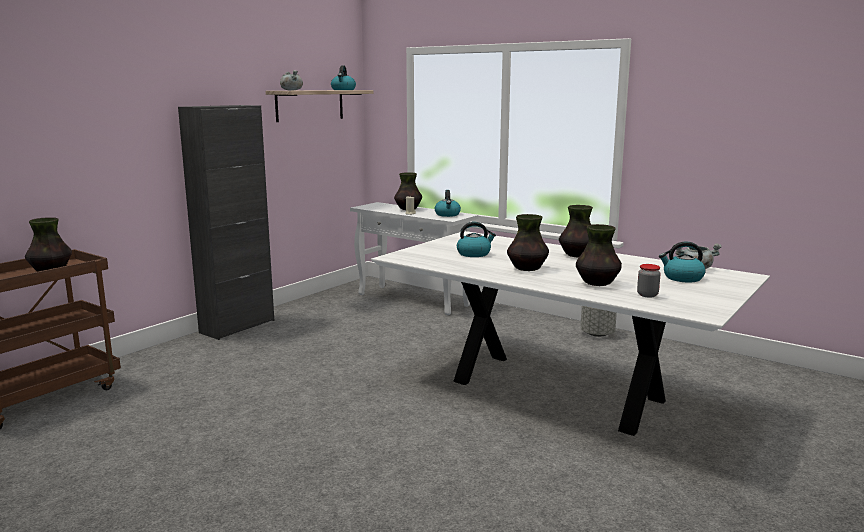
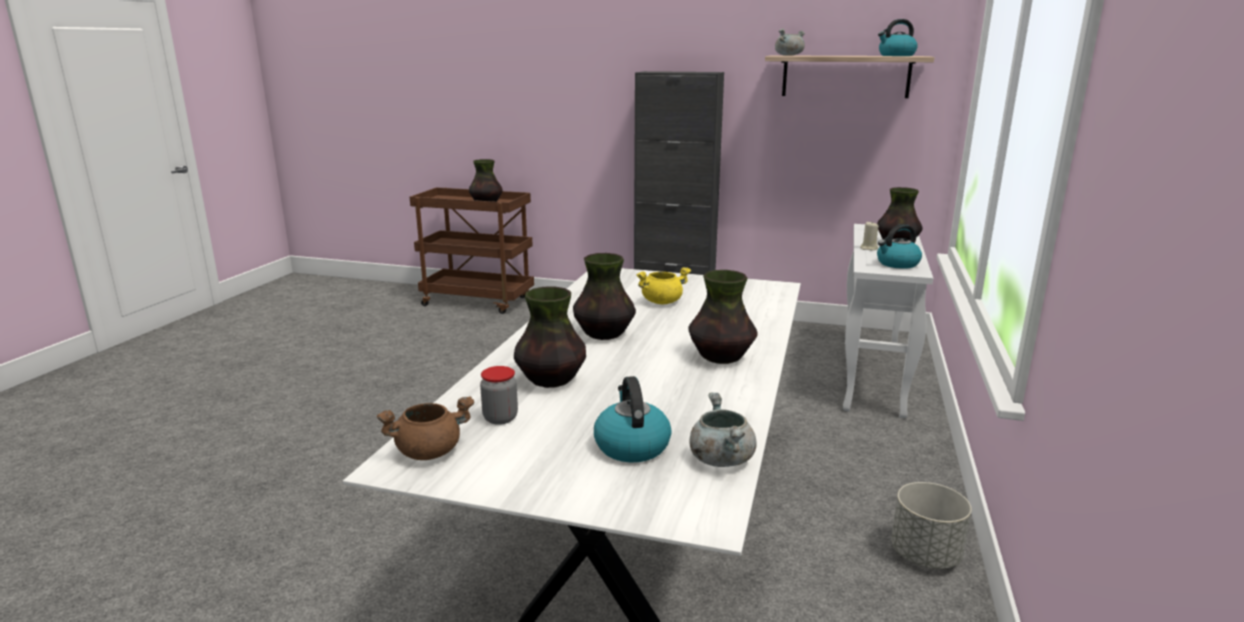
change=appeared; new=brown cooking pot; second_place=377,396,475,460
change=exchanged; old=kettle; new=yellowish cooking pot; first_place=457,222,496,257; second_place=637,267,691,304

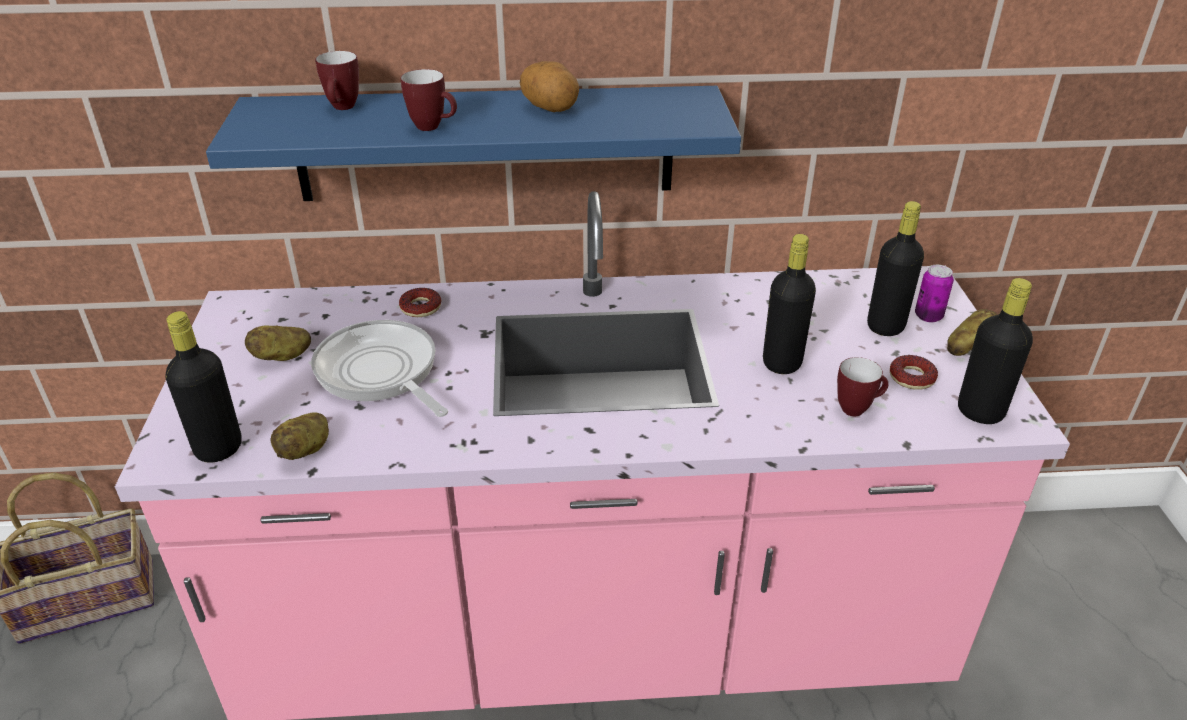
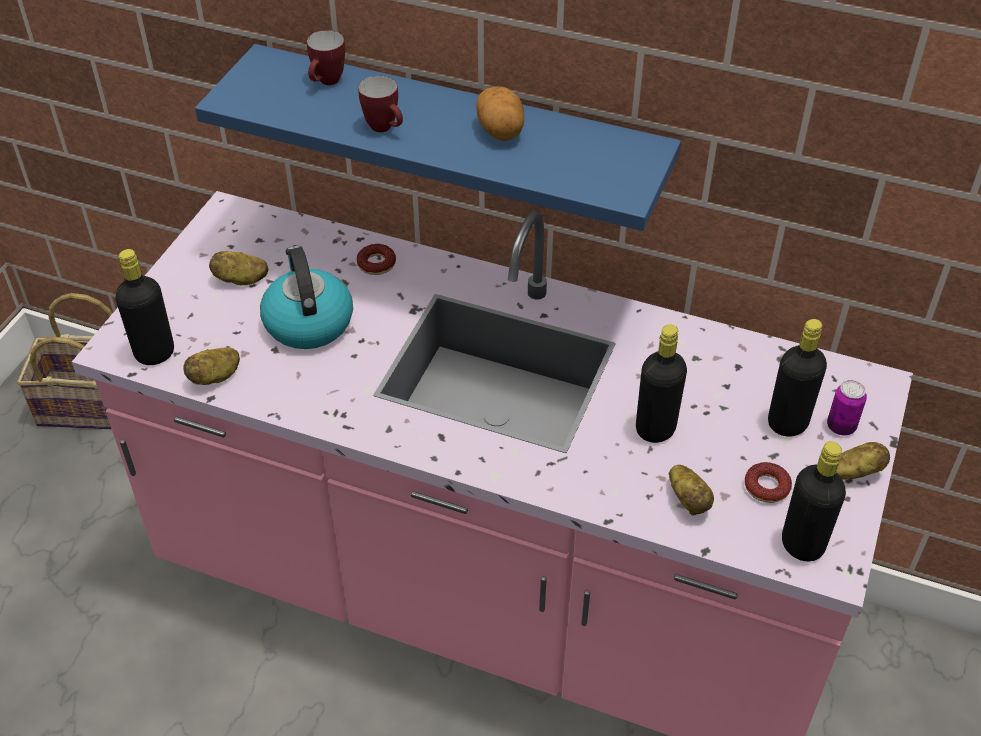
change=exchanged; old=pan; new=kettle; first_place=311,320,448,417; second_place=260,246,353,349
change=exchanged; old=tea mug; new=potato; first_place=837,357,889,416; second_place=669,465,714,516

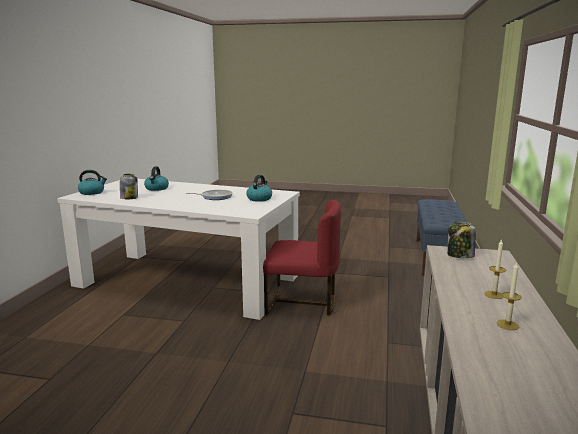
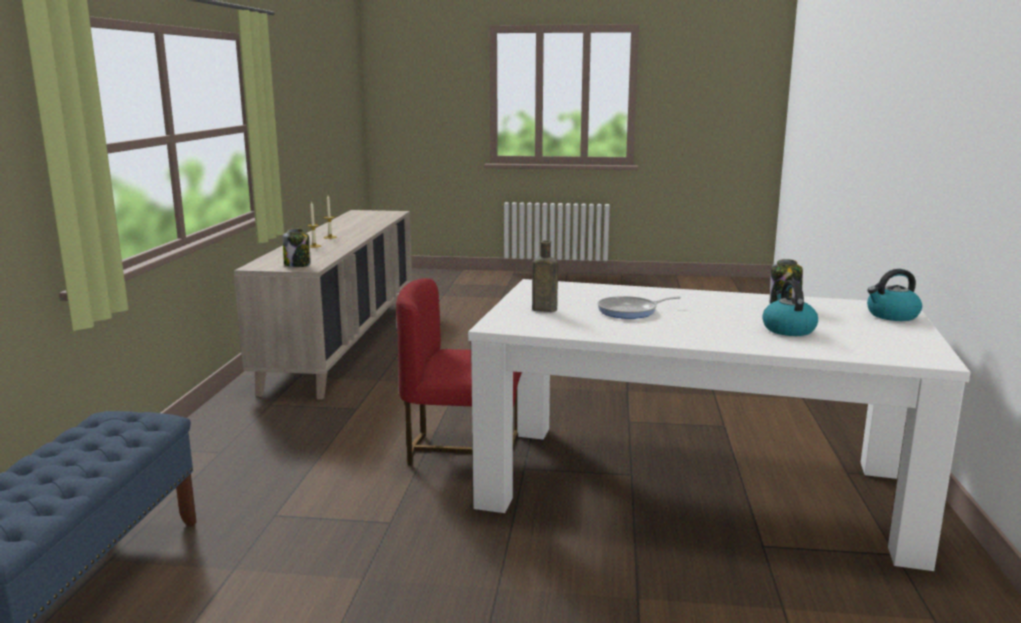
change=exchanged; old=kettle; new=brown beverage bottle; first_place=246,175,272,202; second_place=532,240,558,312

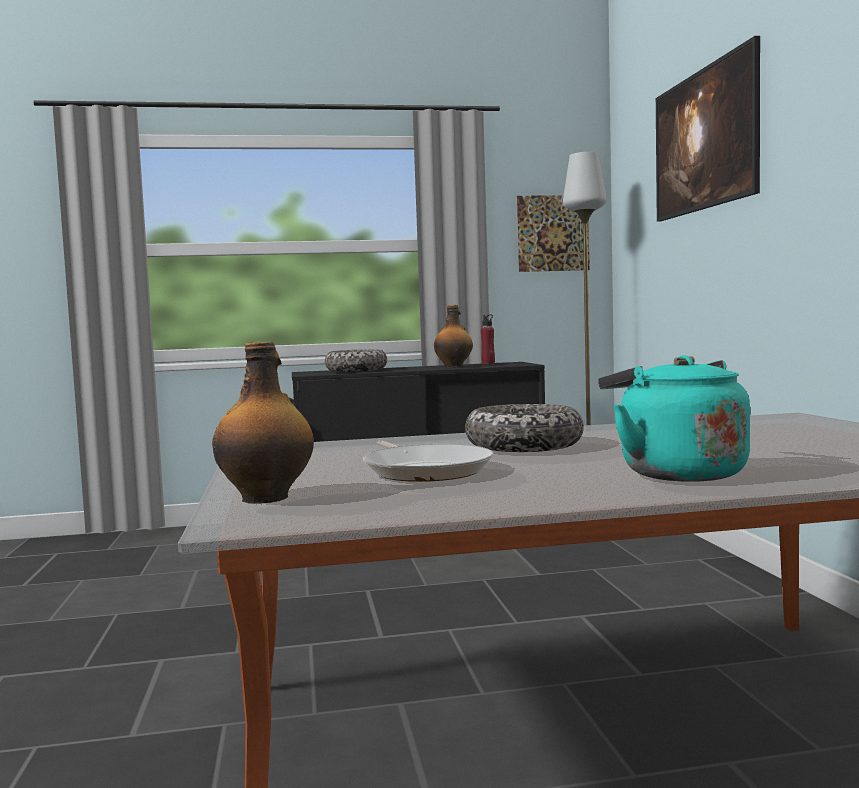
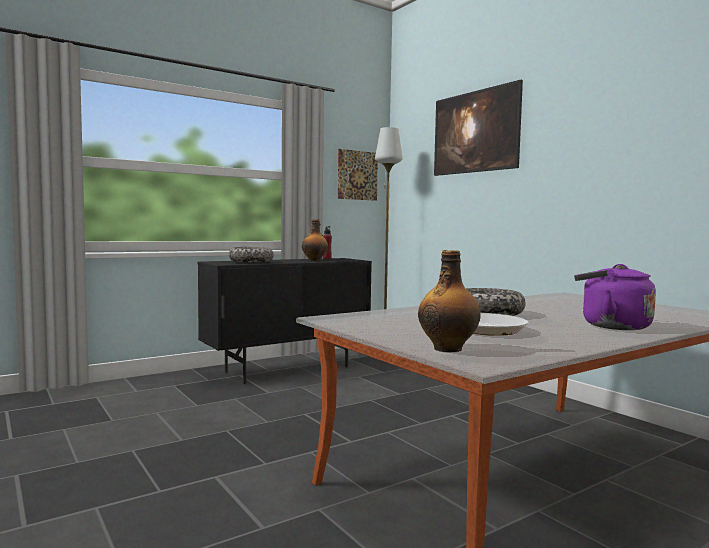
change=colour; old=turquoise kettle; new=purple kettle; first_place=598,355,750,481; second_place=574,264,656,330

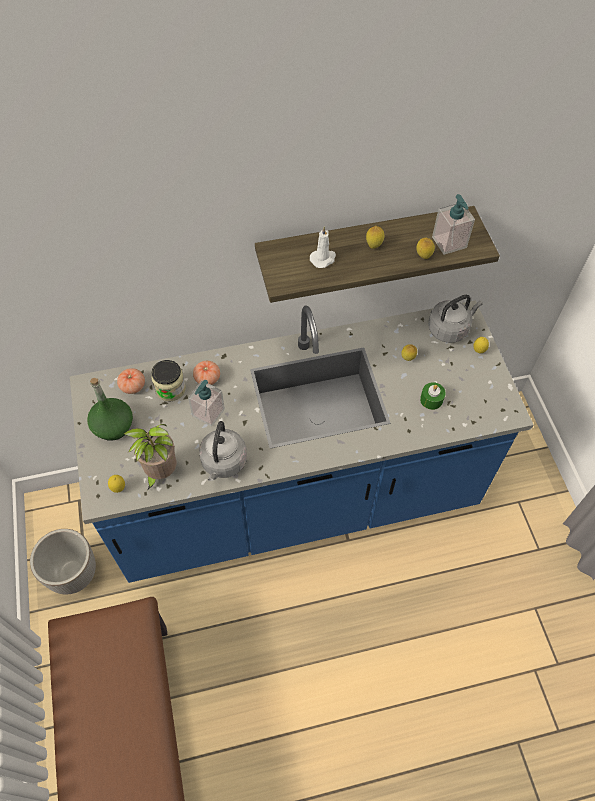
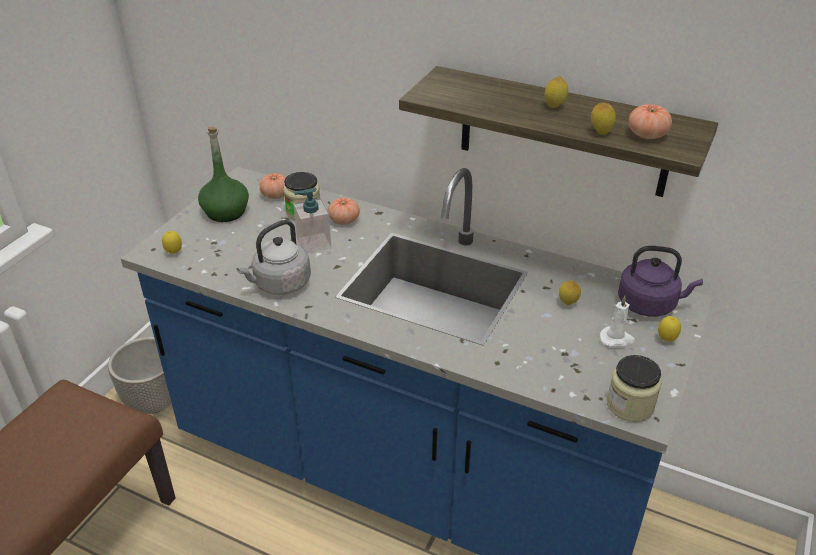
change=missing; old=plant in a pot; first_place=123,424,176,489
change=missing; old=green-coloured wax light; first_place=420,382,446,410
change=appeared; new=storage jar; second_place=607,355,662,422
change=relocated; old=whitish wax light; first_place=310,226,336,268; second_place=600,296,635,348
change=exchanged; old=soap dispenser; new=fresh tomato; first_place=432,194,475,255; second_place=629,104,672,139
change=colour; old=gray kettle; new=purple kettle; first_place=428,295,483,343; second_place=618,246,703,316

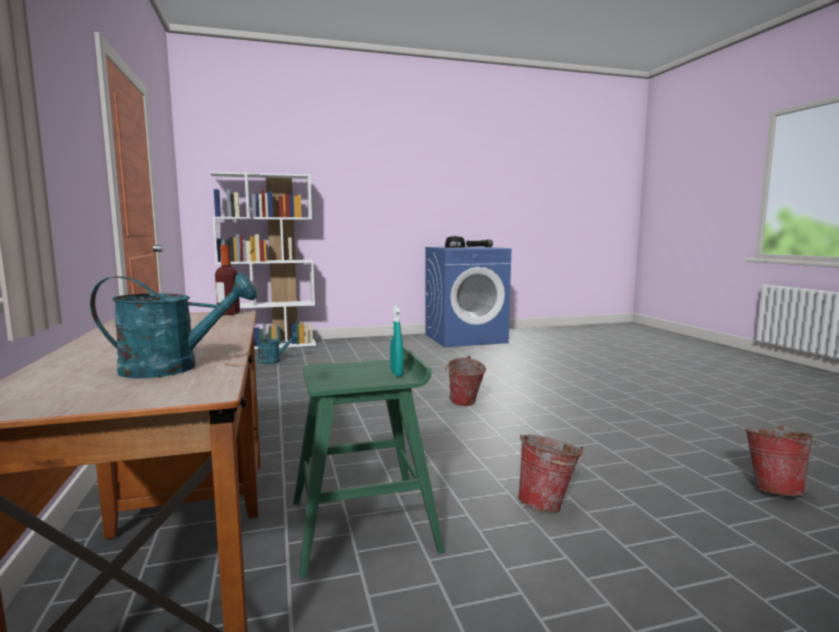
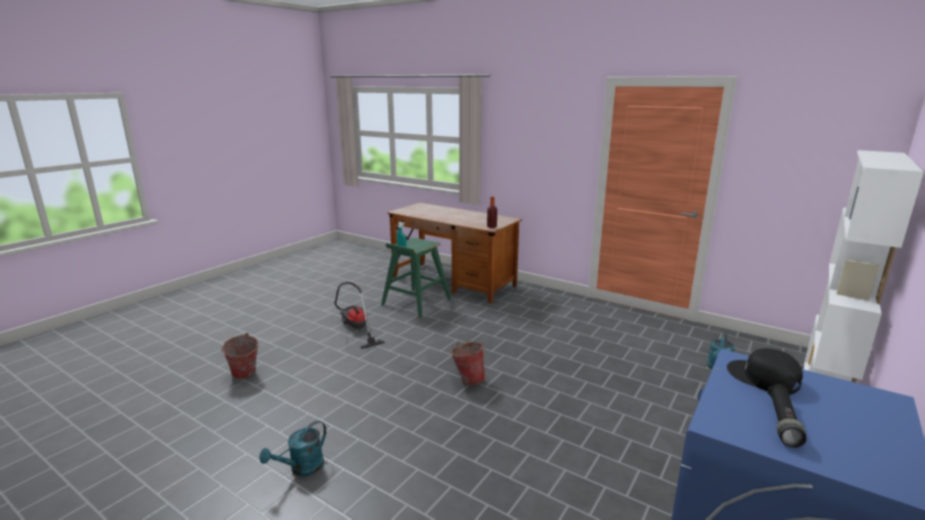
change=relocated; old=turquoise watering can; first_place=90,273,257,378; second_place=259,421,326,476
change=exchanged; old=pail; new=hoover; first_place=518,435,585,512; second_place=335,282,385,349

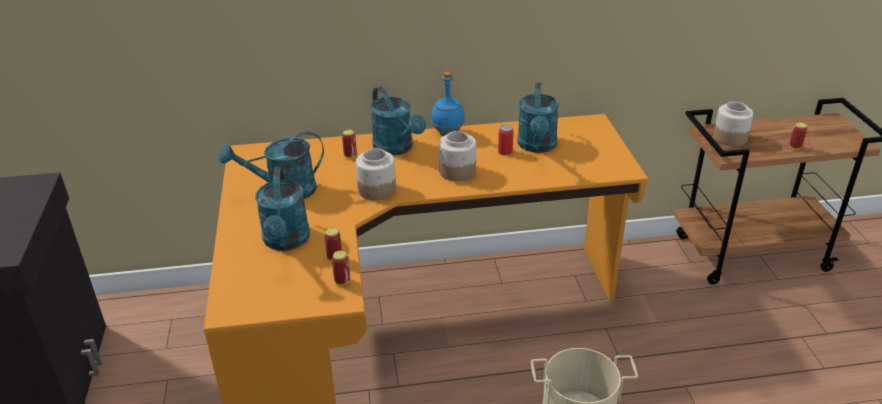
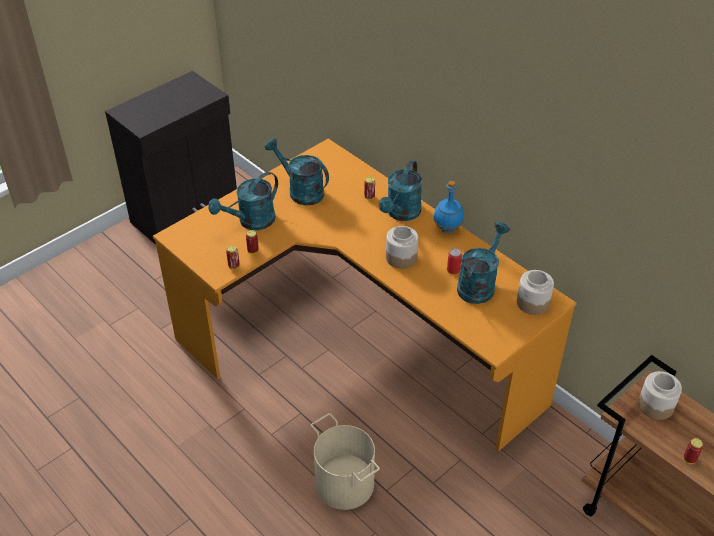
change=relocated; old=storage jar; first_place=356,149,396,200; second_place=517,270,554,315
change=spun; old=turquoise watering can; first_place=517,82,559,153; second_place=457,222,510,304; degrees=150

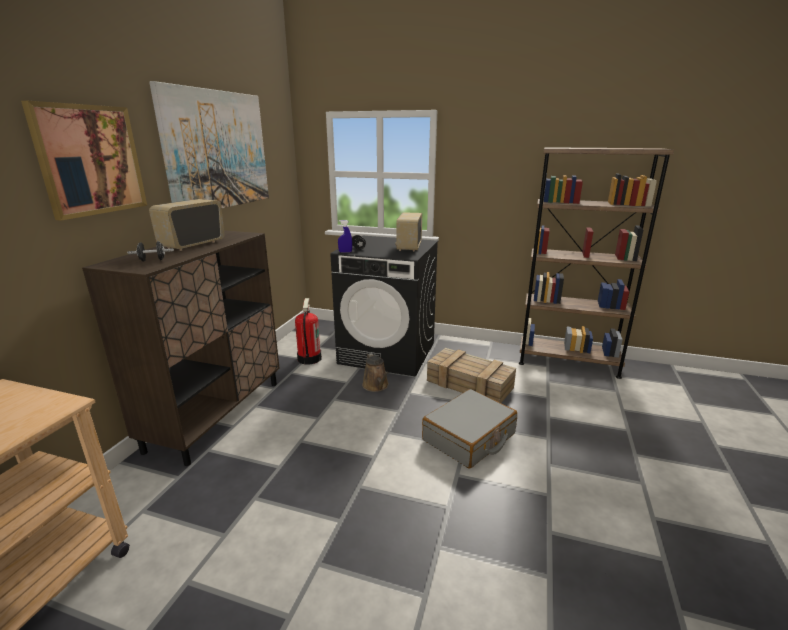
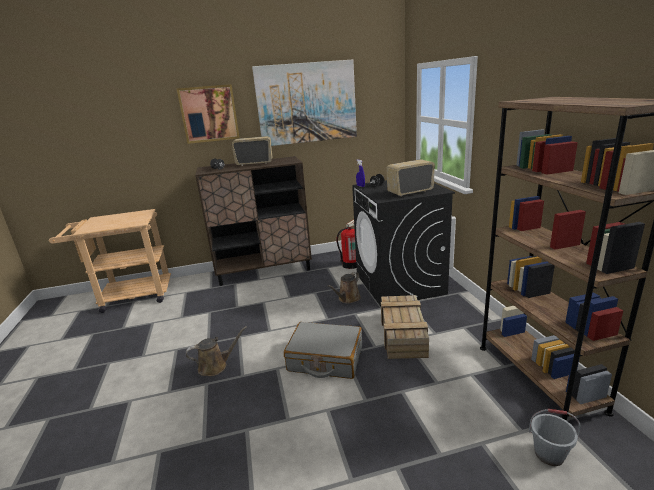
change=appeared; new=brown watering can; second_place=186,326,247,376
change=appeared; new=gray pail; second_place=529,409,581,466

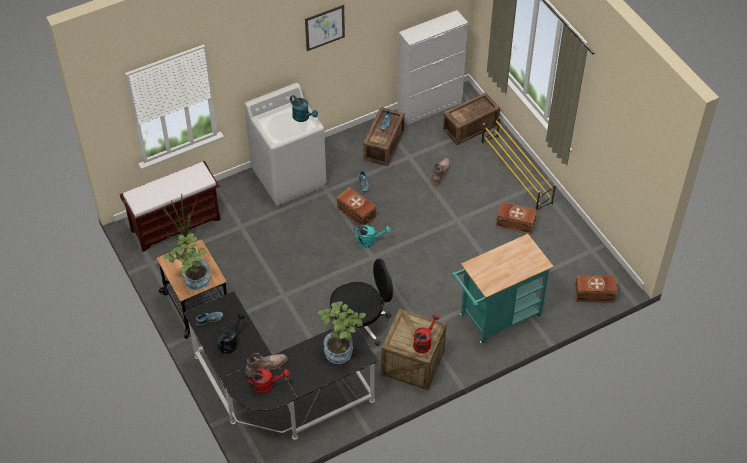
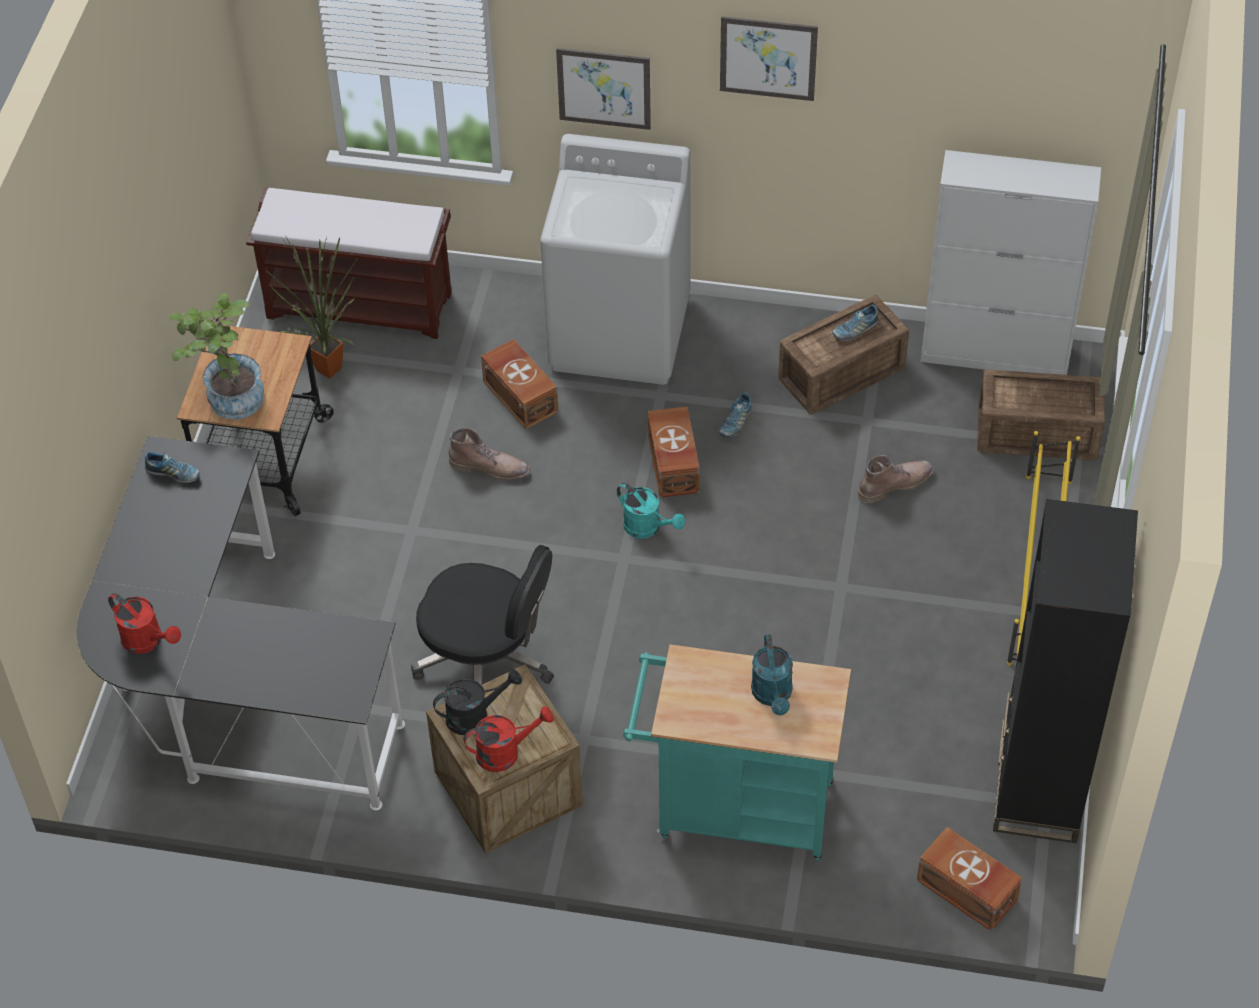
change=missing; old=plant in a pot; first_place=318,301,366,364
change=appeared; new=wall art; second_place=556,48,651,130
change=appeared; new=black bookshelf; second_place=993,499,1138,843
change=relocated; old=black watering can; first_place=217,313,245,354; second_place=433,669,522,735
change=relocated; old=brown high-top boot; first_place=246,353,287,377; second_place=449,428,530,481
change=relocated; old=turquoise watering can; first_place=290,95,318,122; second_place=751,634,793,715
change=relocated; old=brown storage box; first_place=496,202,537,235; second_place=481,339,559,430

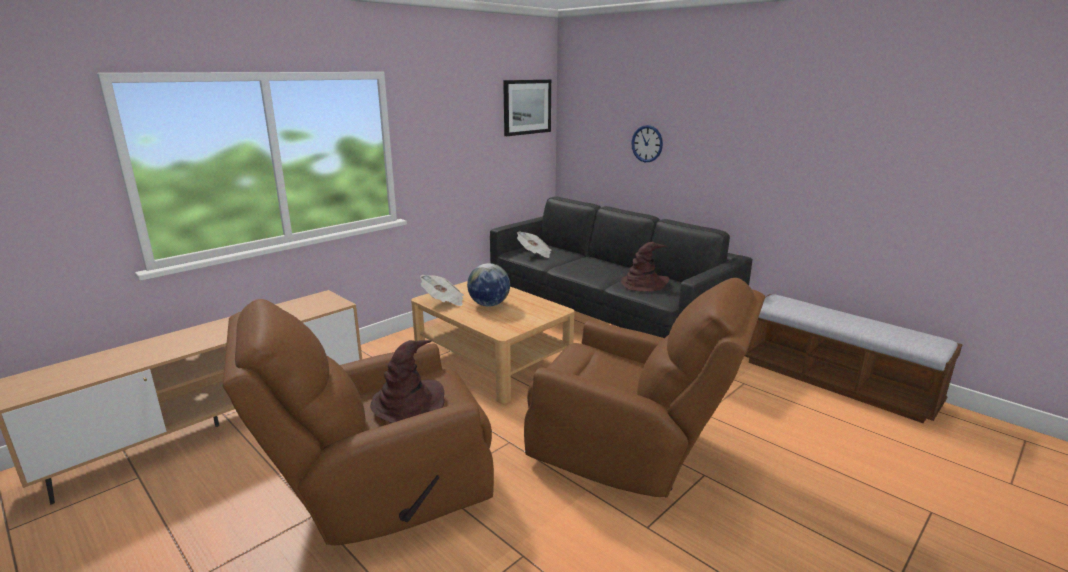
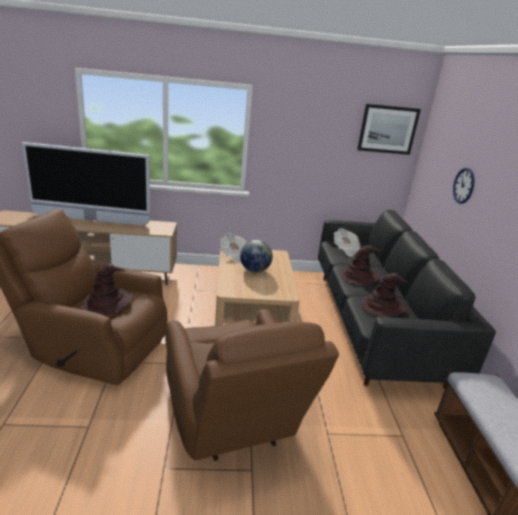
change=appeared; new=TV set; second_place=22,142,150,226
change=appeared; new=brown clothing hat; second_place=341,245,382,286

